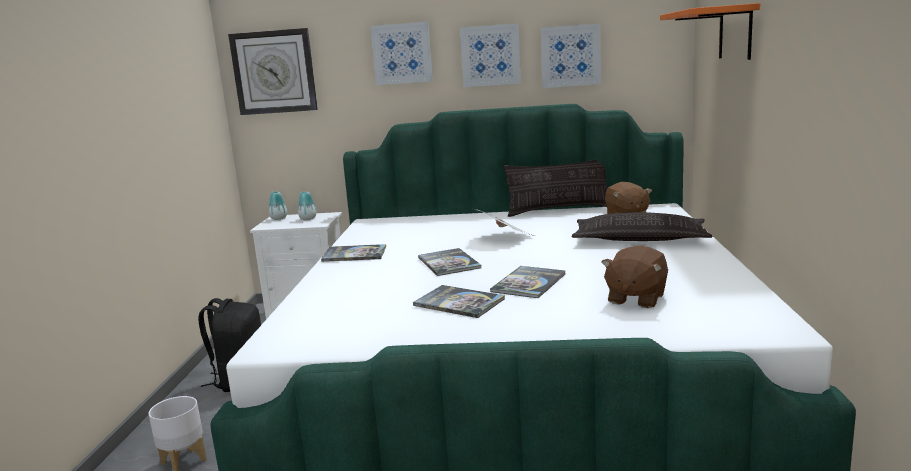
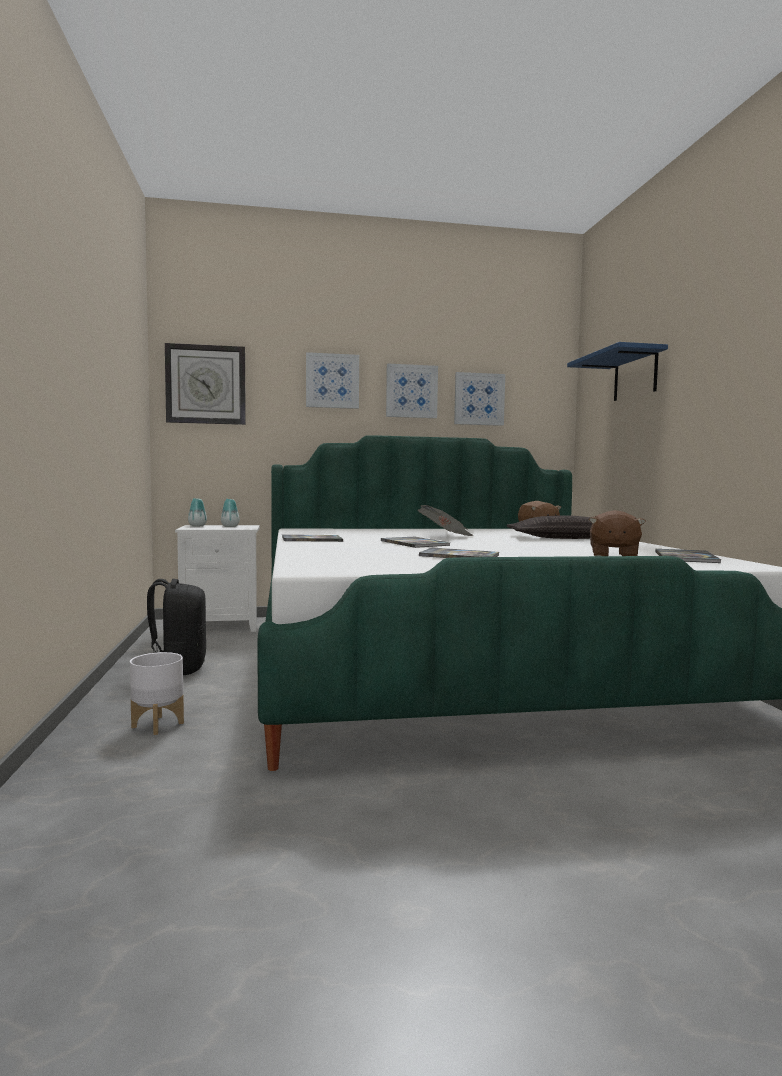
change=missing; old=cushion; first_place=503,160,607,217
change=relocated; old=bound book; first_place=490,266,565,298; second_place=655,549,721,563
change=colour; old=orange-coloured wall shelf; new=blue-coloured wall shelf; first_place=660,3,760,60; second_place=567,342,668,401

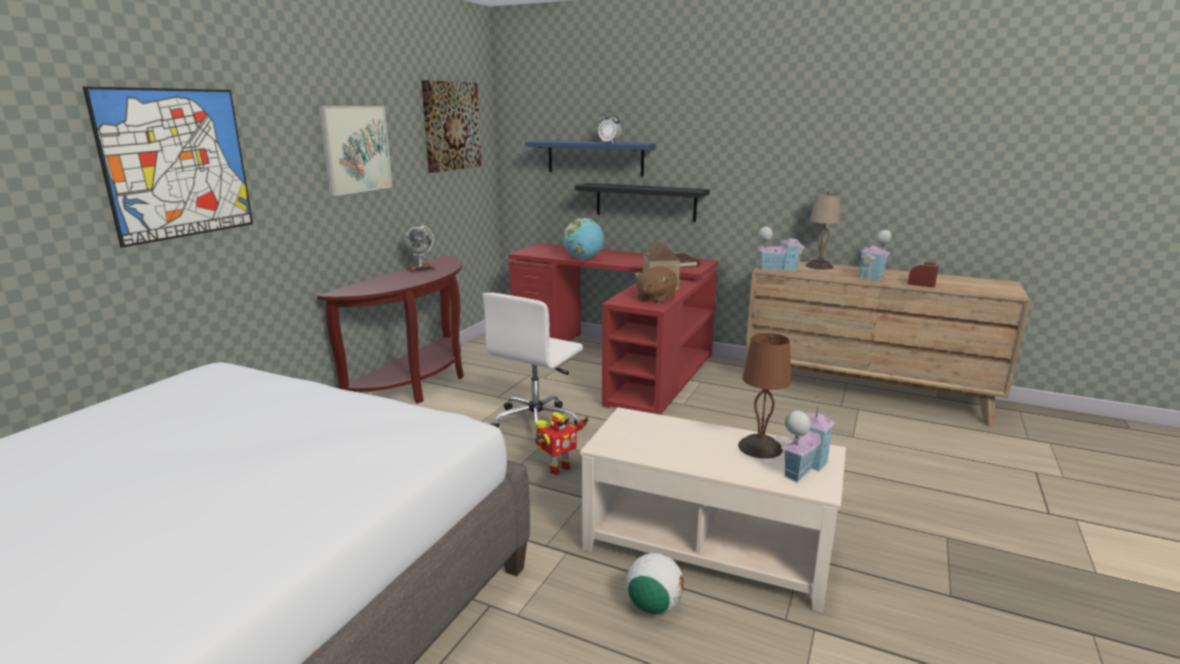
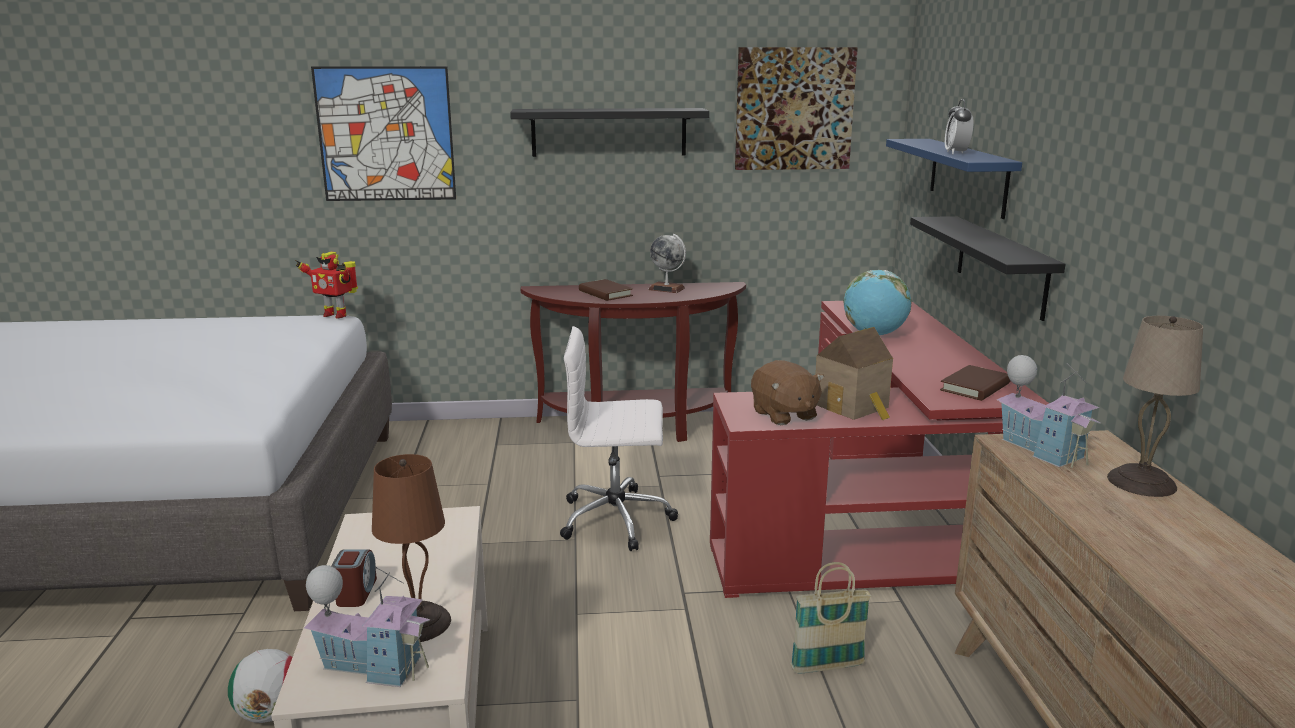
change=missing; old=miniature house; first_place=858,230,892,281
change=appeared; new=brown bound book; second_place=579,279,633,301
change=appeared; new=basket; second_place=790,562,871,673
change=relocated; old=model robot; first_place=536,412,589,475; second_place=295,252,358,318
change=relocated; old=table clock; first_place=908,262,939,287; second_place=331,549,377,607
change=exchanged; old=wall art; new=black wall shelf; first_place=319,106,392,196; second_place=510,108,709,157
change=spun; old=brown cuddly toy; first_place=635,266,677,304; second_place=751,360,824,425; degrees=-120

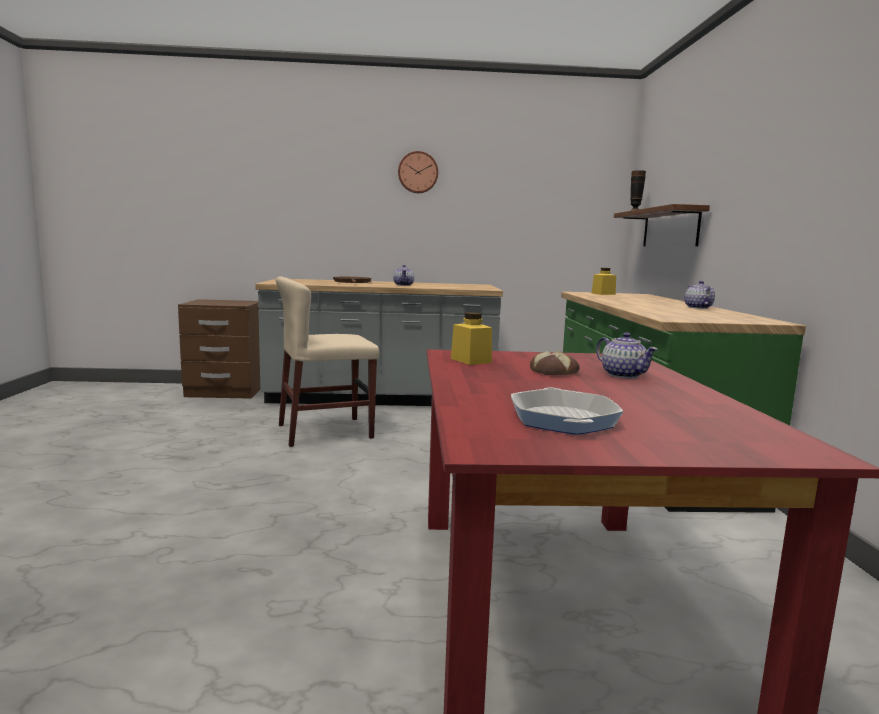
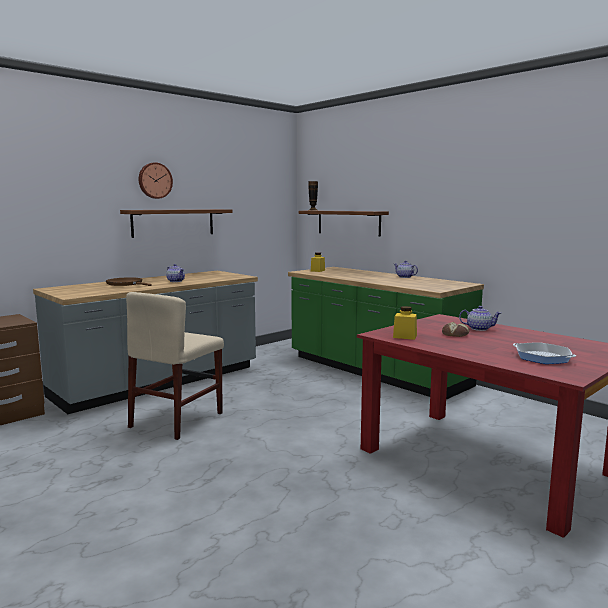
change=appeared; new=wall shelf; second_place=120,209,233,238

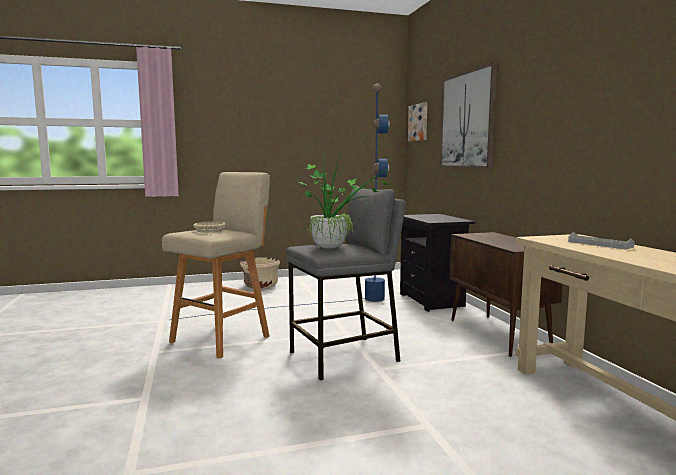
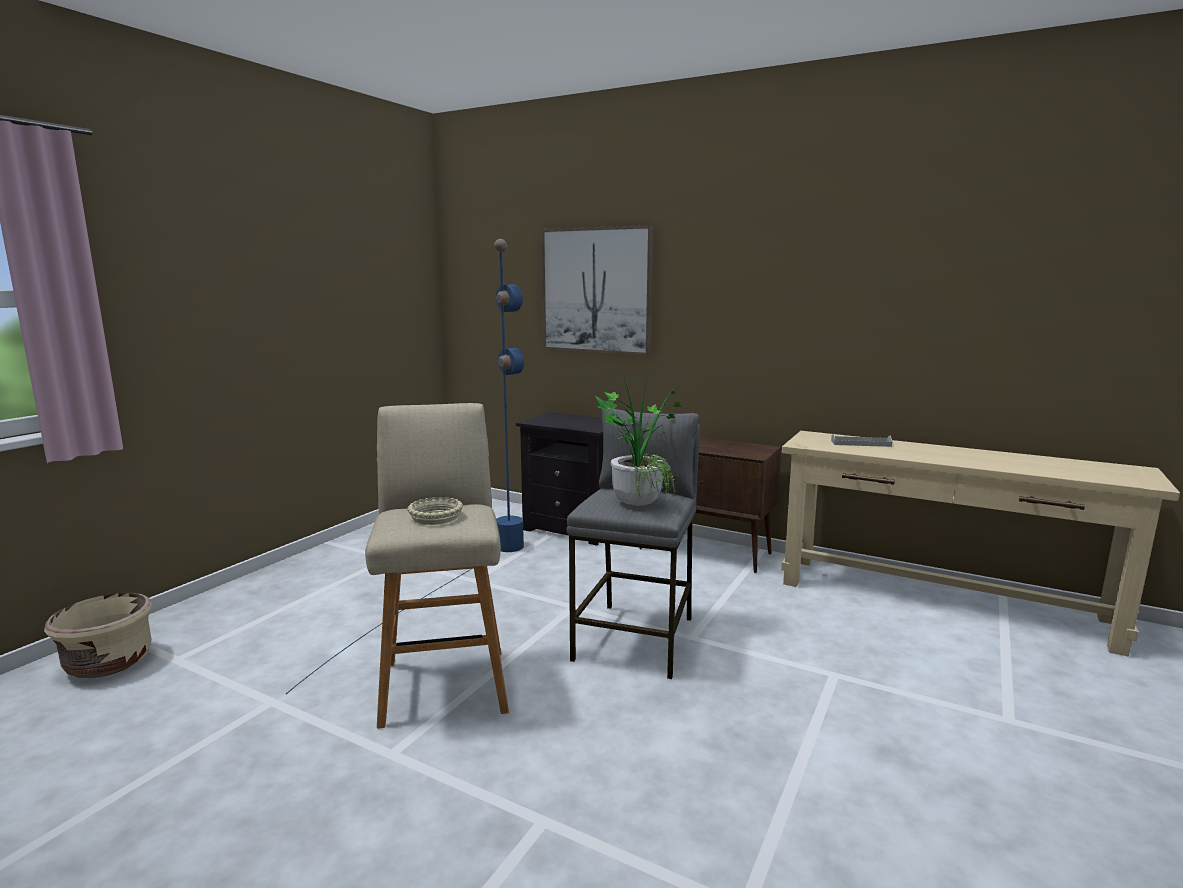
change=missing; old=wall art; first_place=408,103,427,141
change=relocated; old=beige planter; first_place=240,257,280,289; second_place=44,593,152,678

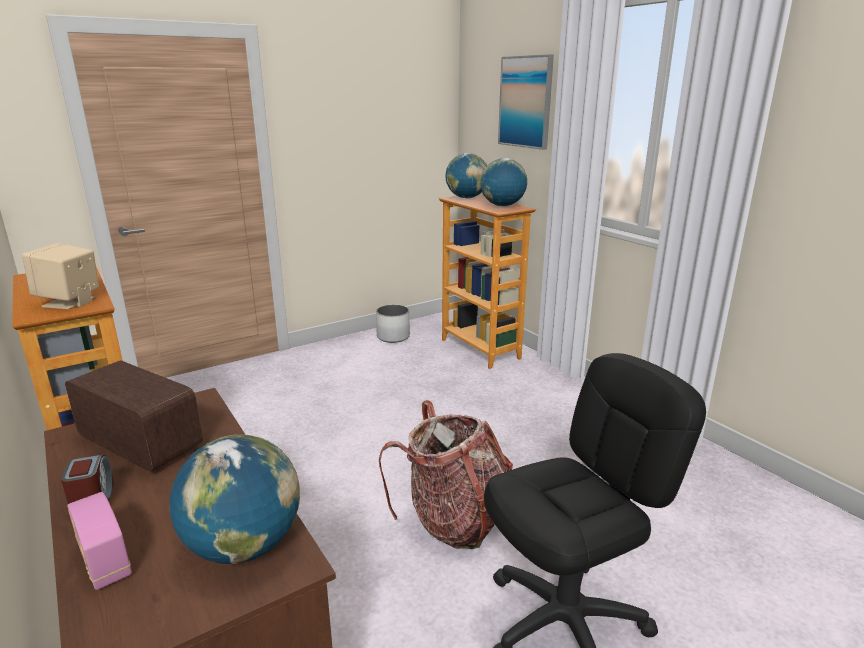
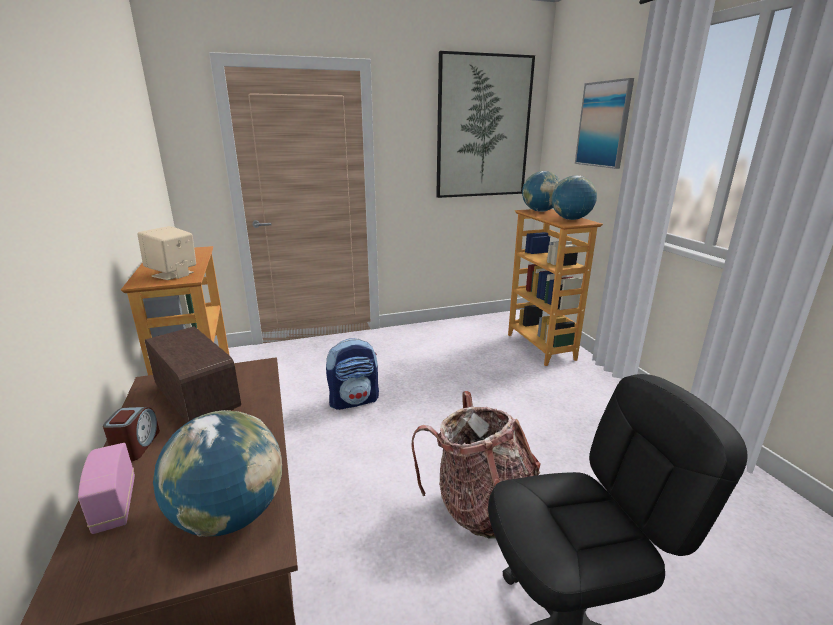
change=missing; old=whitish planter; first_place=376,305,410,343
change=appeared; new=backpack; second_place=326,339,379,410
change=appeared; new=wall art; second_place=436,51,535,198

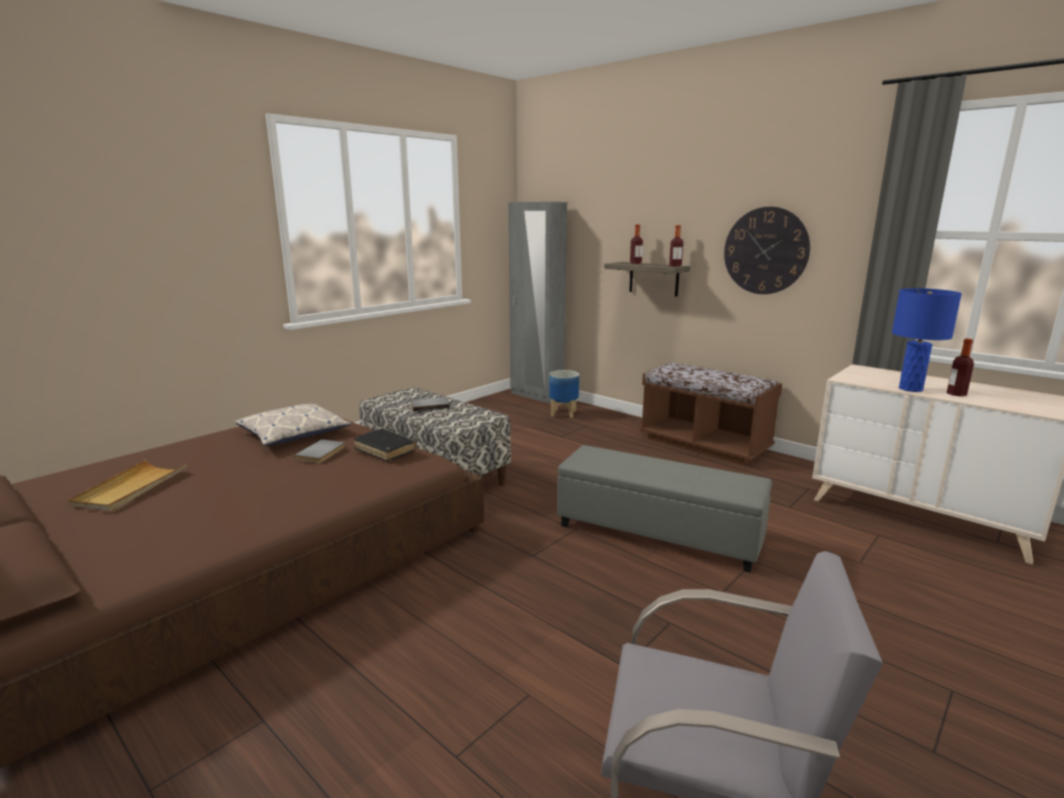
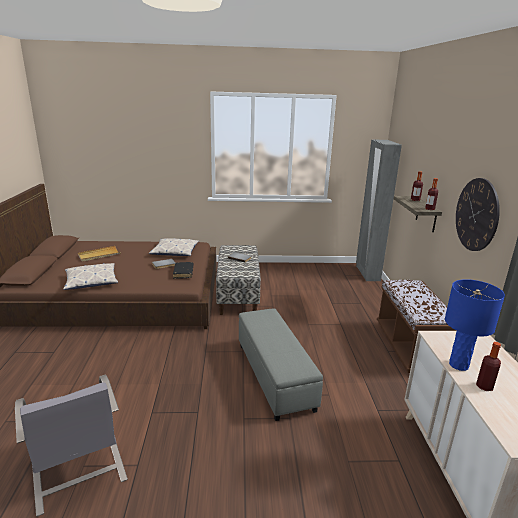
change=missing; old=planter; first_place=549,370,579,418
change=appeared; new=cushion; second_place=63,263,118,290

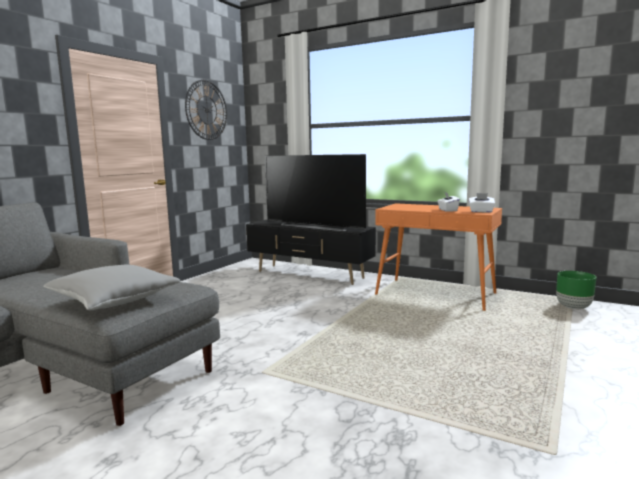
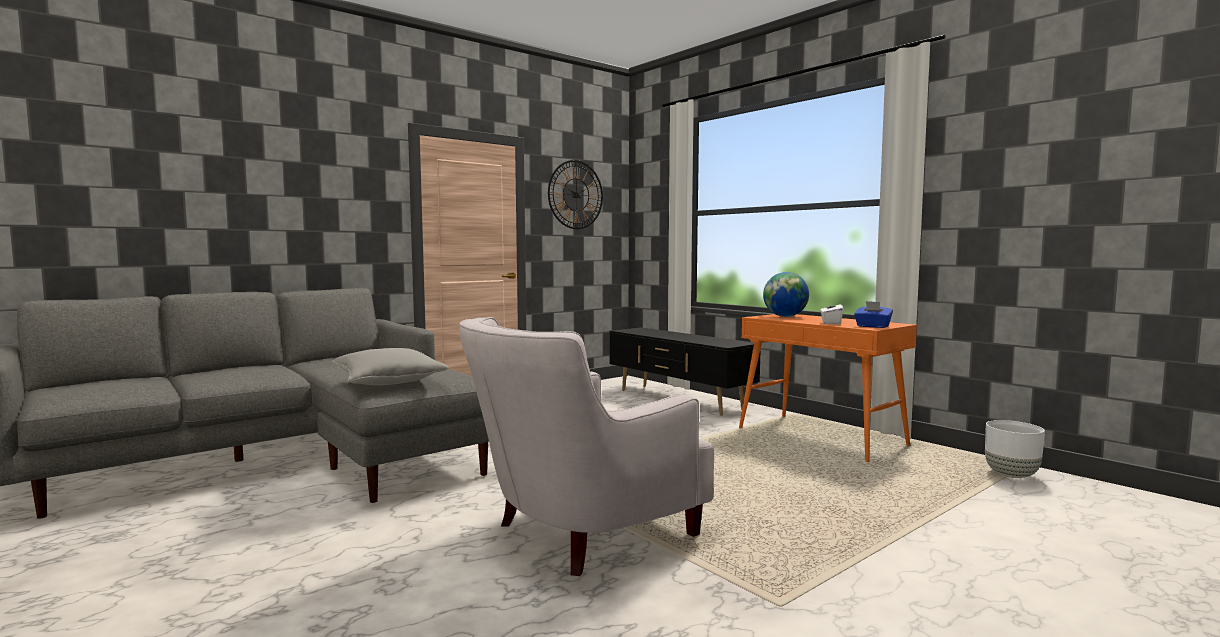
change=missing; old=TV set; first_place=265,154,366,231
change=appeared; new=whitish armchair; second_place=459,317,714,576
change=appeared; new=globe; second_place=763,272,809,317
change=colour; old=whitish box of tissues; new=blue-coloured box of tissues; first_place=469,193,495,213; second_place=854,301,893,328
change=colour; old=green-coloured planter; new=whitish planter; first_place=556,271,596,310; second_place=985,420,1045,478

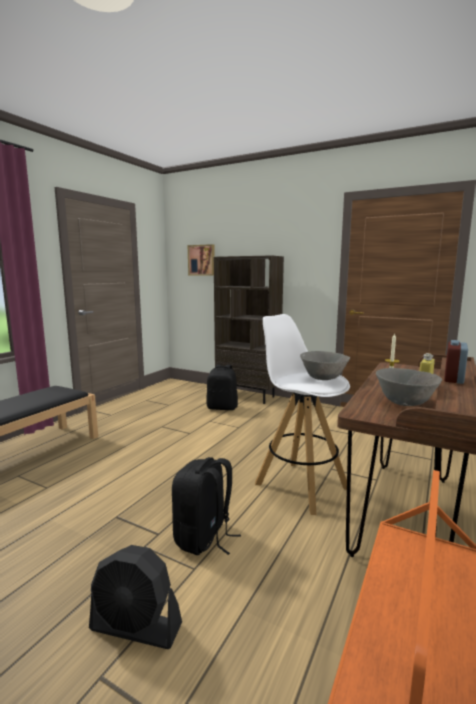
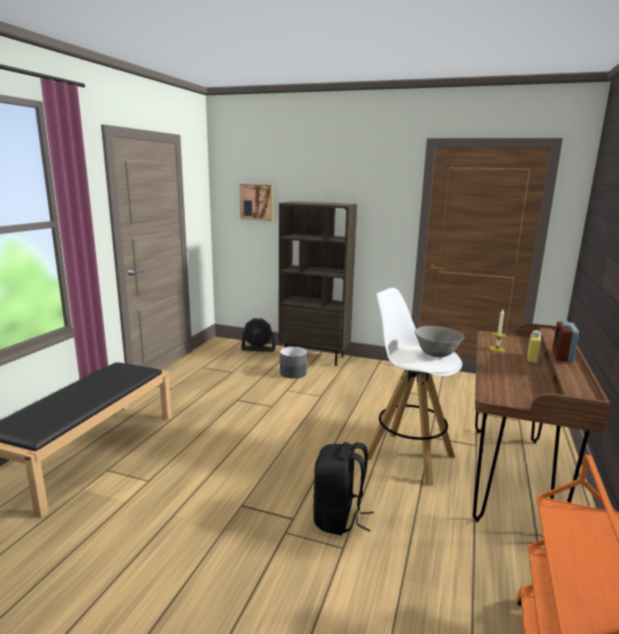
change=missing; old=gray deep dish; first_place=376,368,442,406
change=relocated; old=black fan; first_place=89,545,182,649; second_place=241,318,276,352
change=exchanged; old=black backpack; new=gray planter; first_place=206,364,238,410; second_place=280,347,307,378

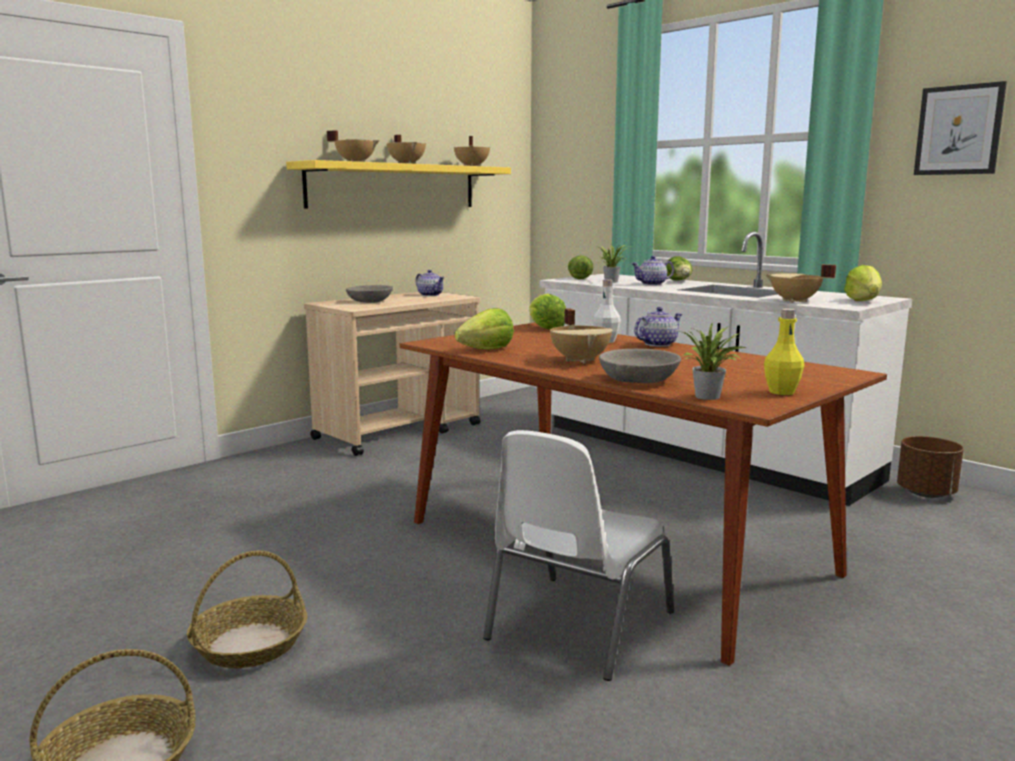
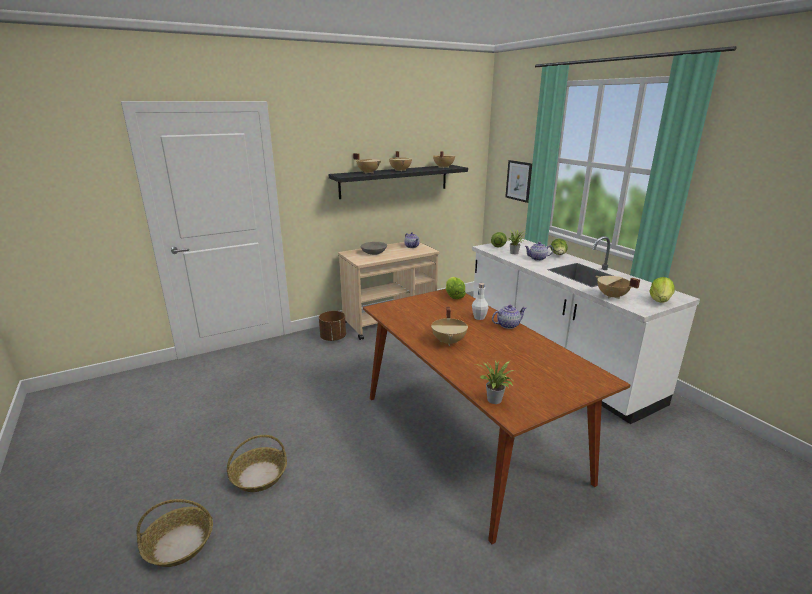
change=missing; old=head of lettuce; first_place=455,308,514,349
change=missing; old=whitish plain chair; first_place=483,430,674,681
change=missing; old=gray deep dish; first_place=599,349,681,383
change=missing; old=yellowish beverage bottle; first_place=764,309,804,395
change=relocated; old=brown planter; first_place=897,436,964,498; second_place=319,311,346,341
change=relocated; old=wall art; first_place=914,81,1007,175; second_place=505,160,532,203
change=colour; old=yellowish wall shelf; new=black wall shelf; first_place=286,160,511,208; second_place=329,165,468,199

